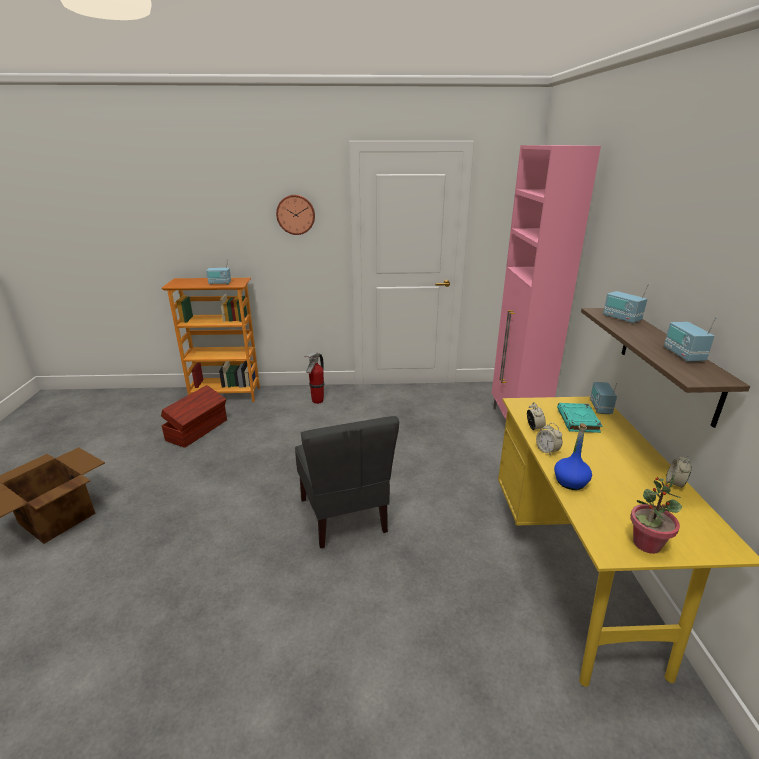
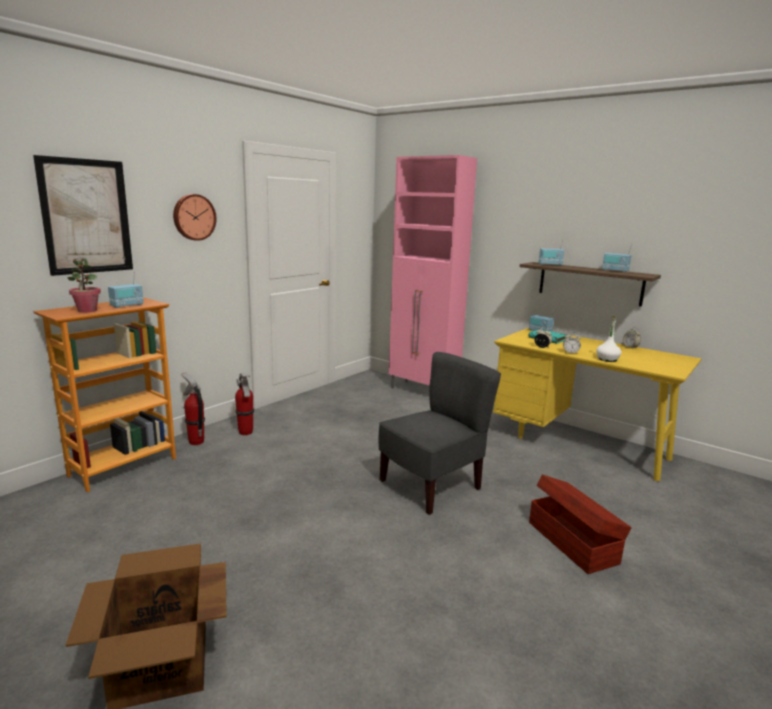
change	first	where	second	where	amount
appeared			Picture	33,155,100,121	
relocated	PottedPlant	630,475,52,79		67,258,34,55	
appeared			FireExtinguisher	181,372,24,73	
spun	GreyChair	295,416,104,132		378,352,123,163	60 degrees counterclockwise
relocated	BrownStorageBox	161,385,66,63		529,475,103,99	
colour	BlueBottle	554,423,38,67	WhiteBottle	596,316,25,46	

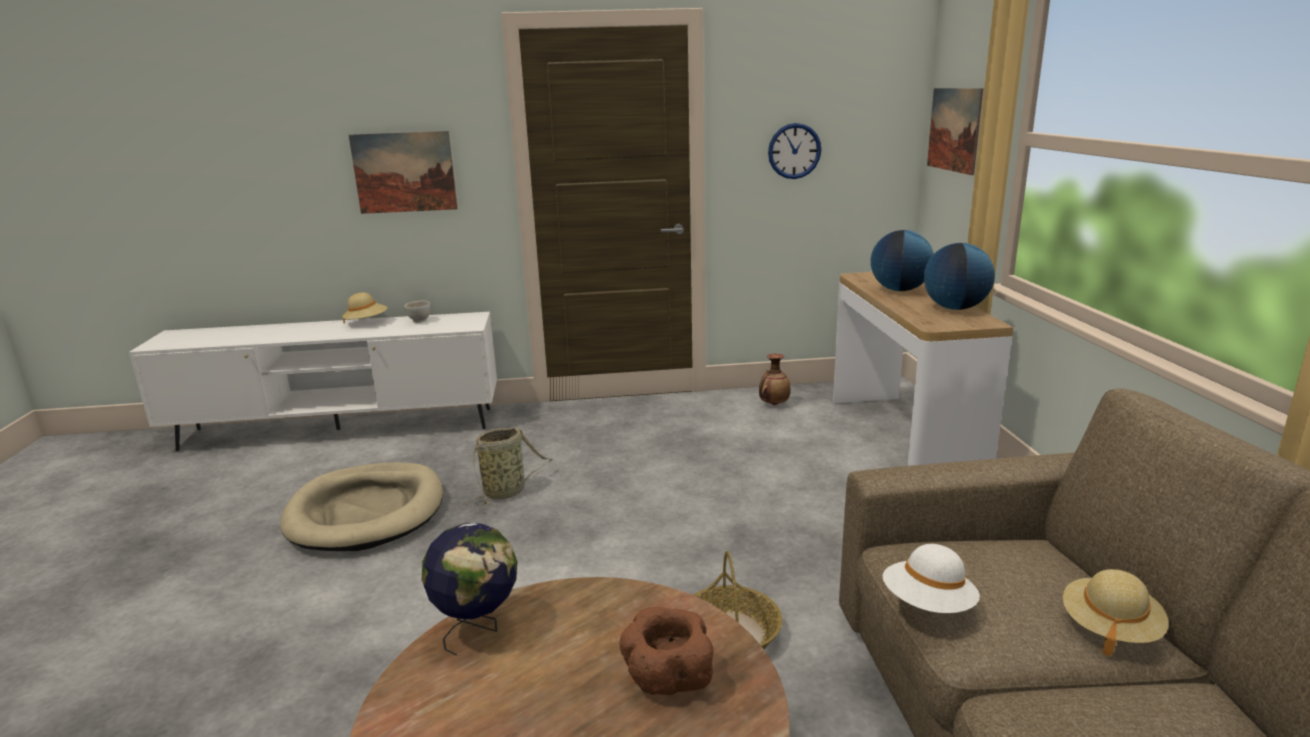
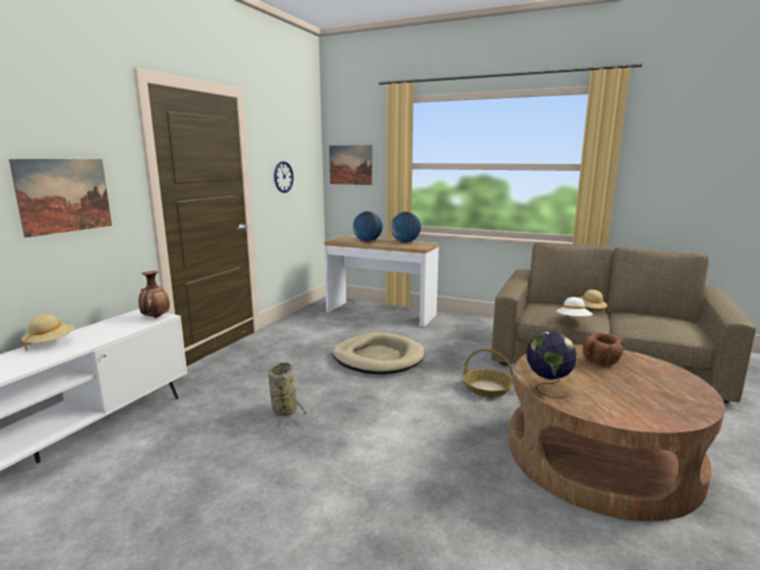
change	first	where	second	where	amount
relocated	Vase	759,354,32,51		139,271,31,47	
relocated	BeigeDogBed	280,462,163,89		332,333,92,41	
missing	WhiteBowl	405,301,25,22			

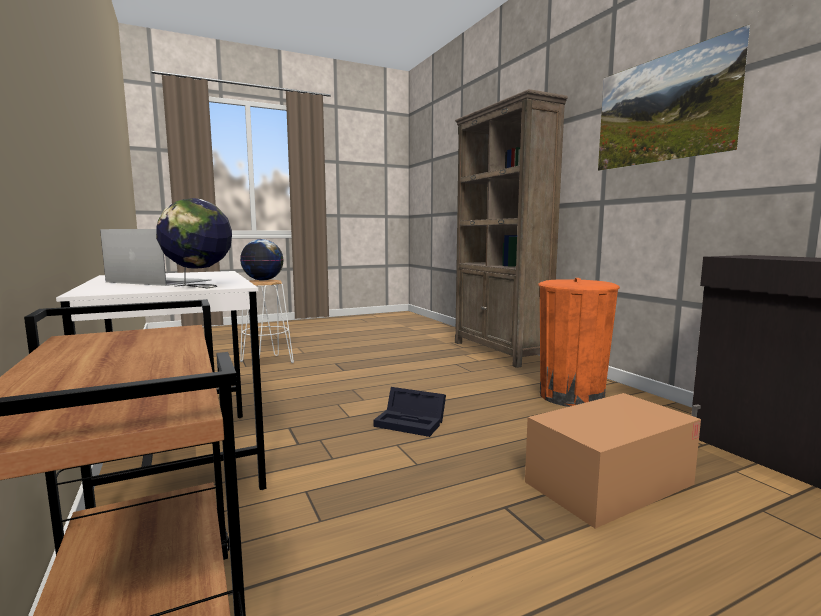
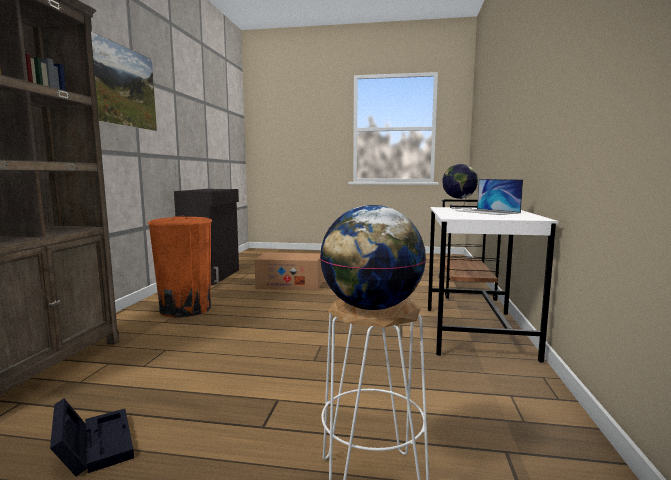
change	first	where	second	where	amount
relocated	BlackStorageBox	374,387,72,50		50,398,84,79	

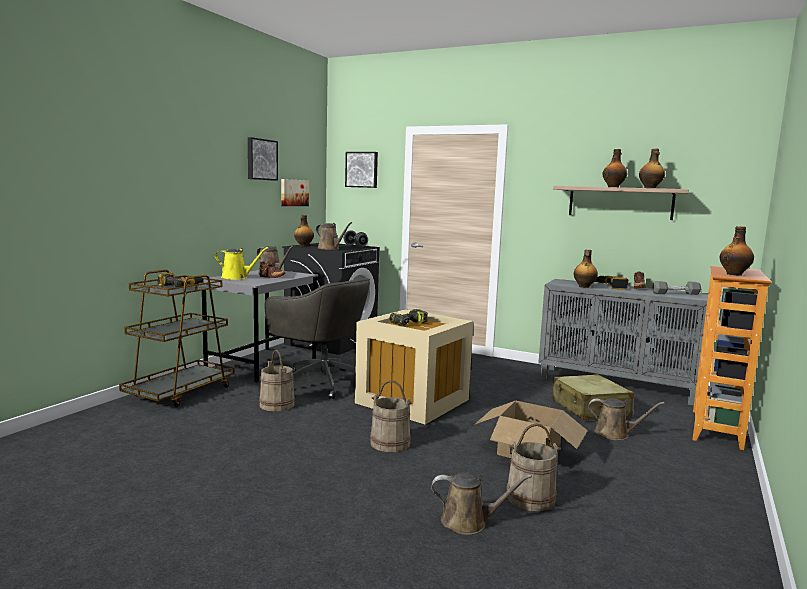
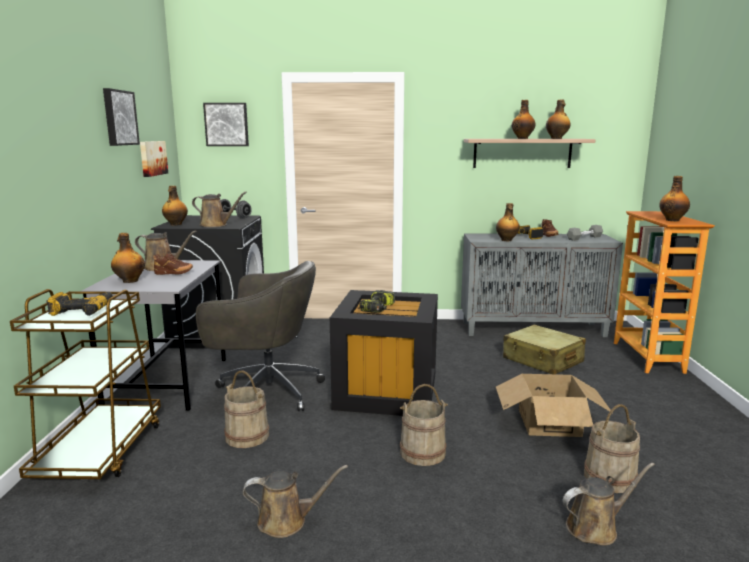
change	first	where	second	where	amount
exchanged	YellowWateringCan	215,247,53,33	Bottle	111,233,34,50	
relocated	BrownWateringCan	588,398,77,42		243,465,105,73	
colour	BeigeStorageBox	355,309,118,115	BlackStorageBox	330,290,108,126	

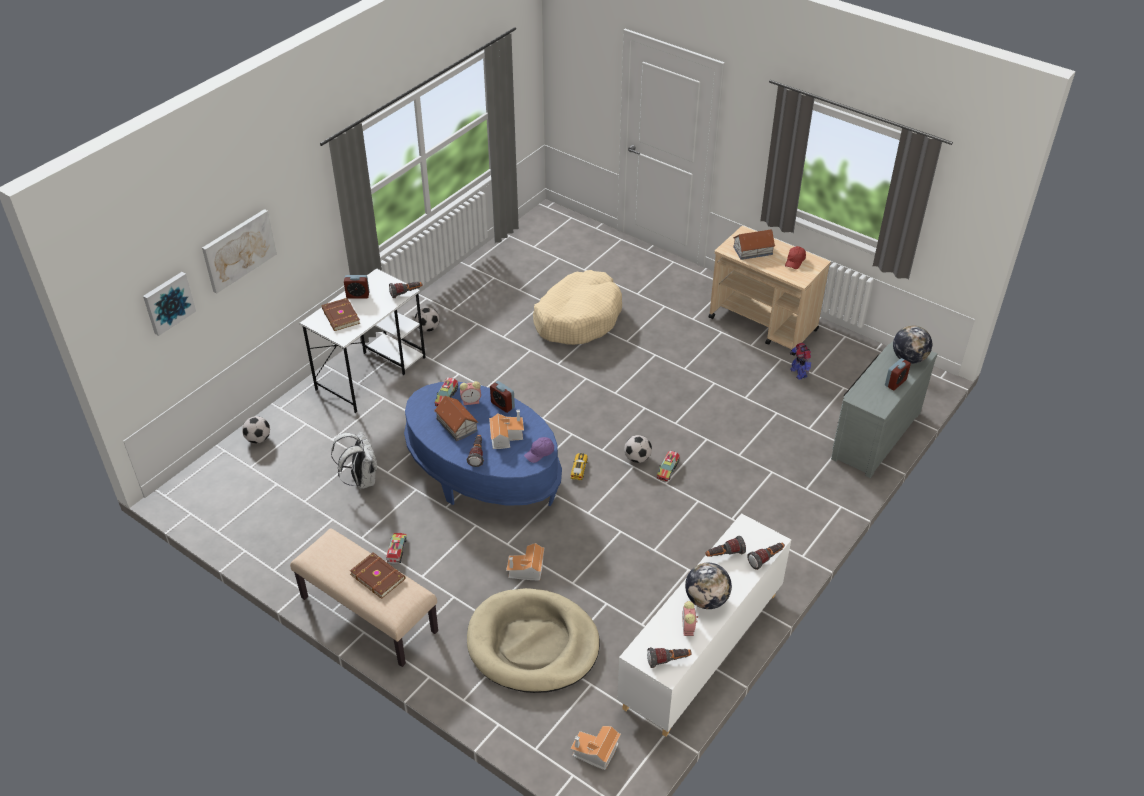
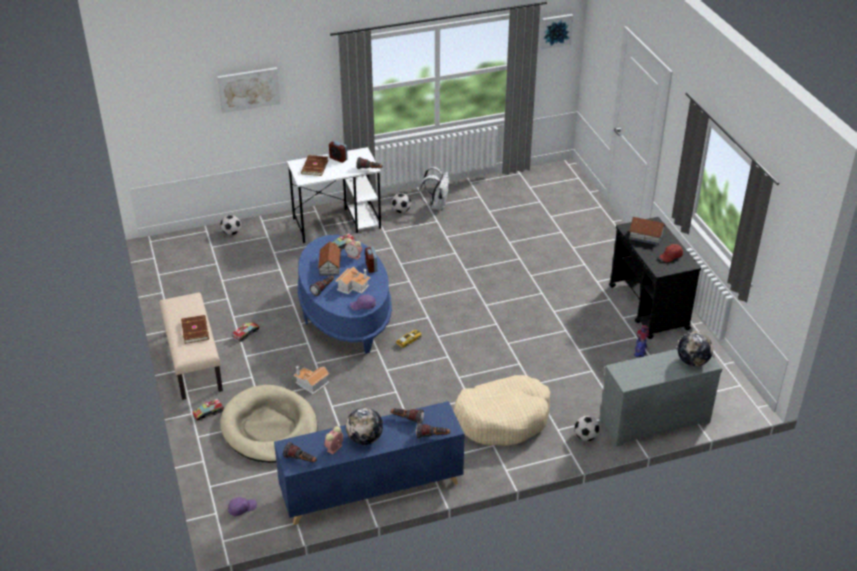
change	first	where	second	where	amount
relocated	ToyTruck	657,450,23,32		193,399,31,22	
exchanged	ToyHouse	570,726,51,44	PurpleCap	228,497,29,19	
colour	WhiteCabinet	617,513,174,224	BlueCabinet	274,401,191,124	
relocated	WhiteBackpack	331,431,46,58		419,167,31,44	
relocated	BeigeDogBed	533,270,89,75		454,375,96,71	
relocated	Picture	143,272,53,64		540,14,33,35	
relocated	Football	624,435,28,28		574,416,26,25	
colour	BeigeCart	709,226,122,130	BlackCart	609,217,92,122	
missing	AlarmClock	885,358,26,32			

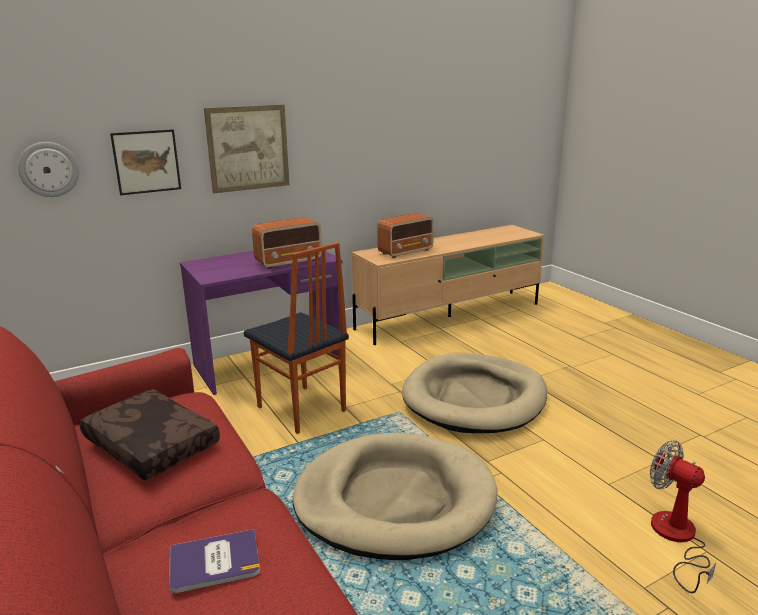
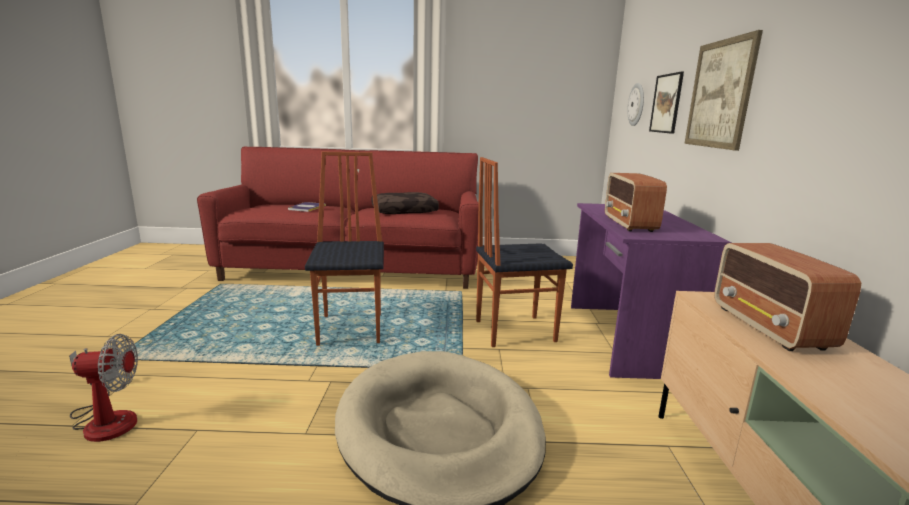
change	first	where	second	where	amount
exchanged	BeigeDogBed	293,433,205,127	Chair	305,152,79,194	

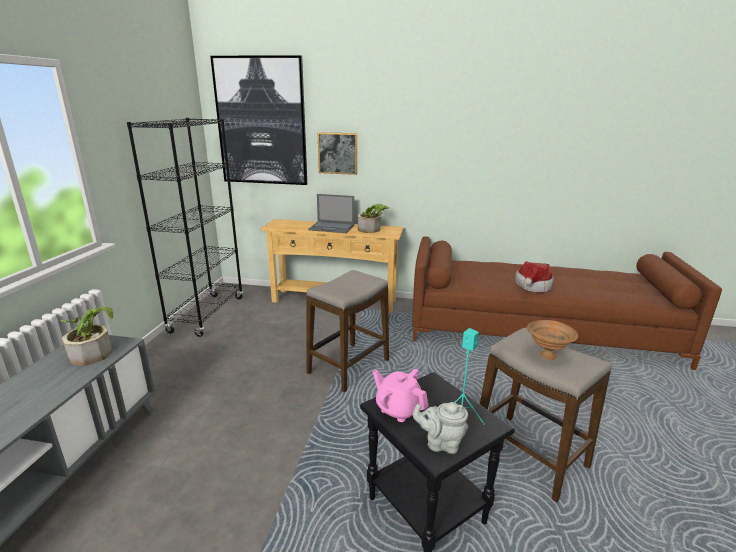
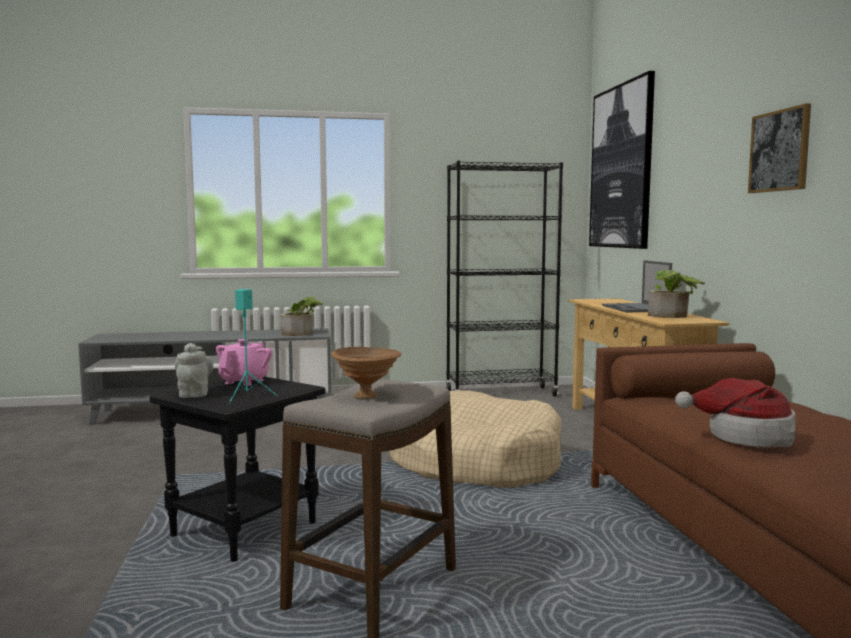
change	first	where	second	where	amount
exchanged	Stool	306,270,83,123	BeigeDogBed	389,390,172,98	
relocated	Picture	318,132,39,43		748,103,63,90	

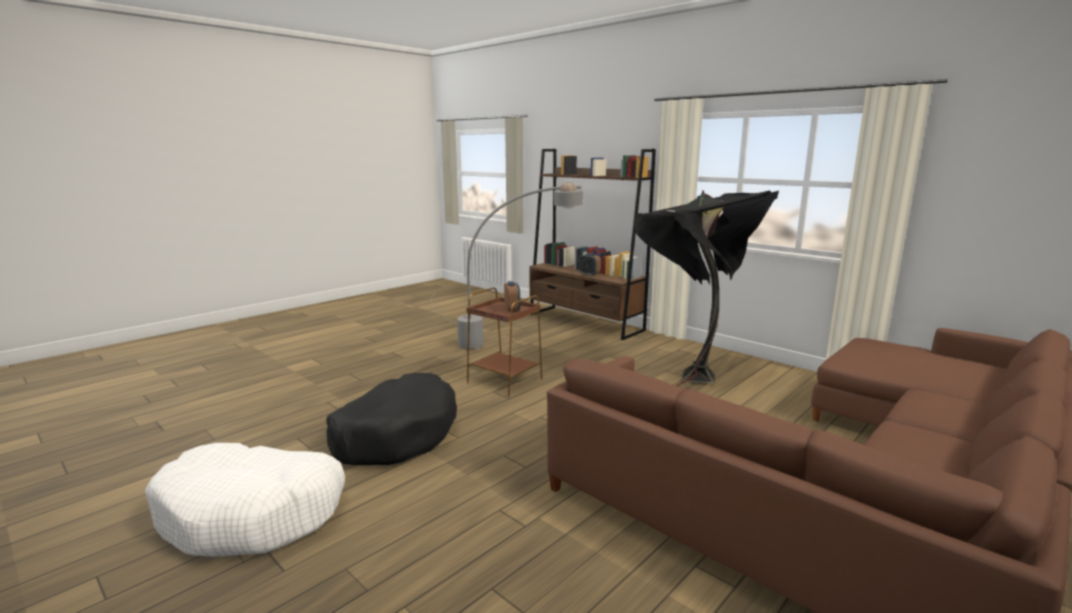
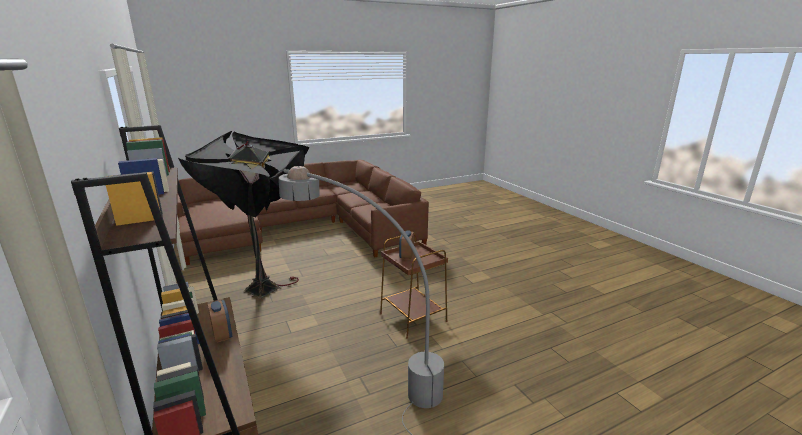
change	first	where	second	where	amount
missing	WhiteDogBed	145,443,200,114			
missing	BlackDogBed	326,373,131,92			

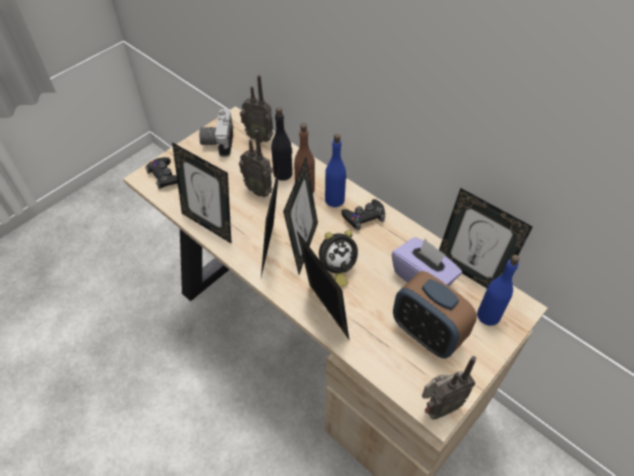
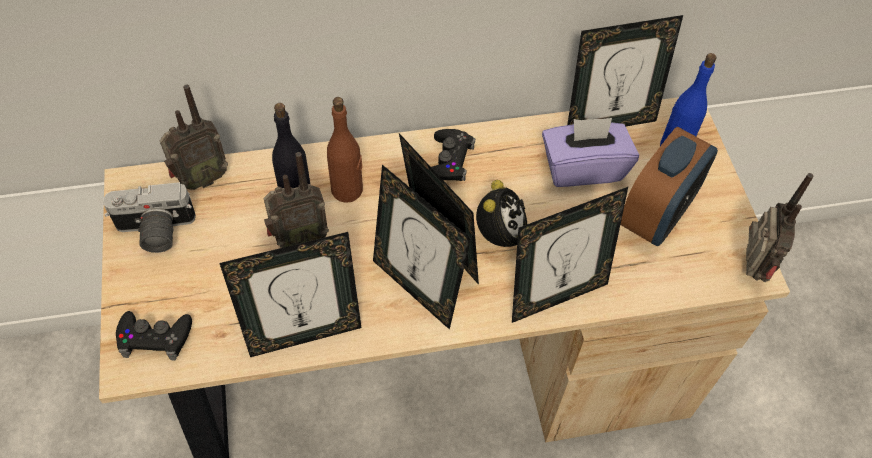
change	first	where	second	where	amount
spun	PhotoCamera	199,109,34,48		103,182,93,71	45 degrees counterclockwise
spun	PictureFrame	297,231,52,108		512,187,116,136	150 degrees clockwise
spun	AlarmClock	393,271,84,87		620,127,98,119	45 degrees counterclockwise
missing	BlueBottle	325,134,21,73			

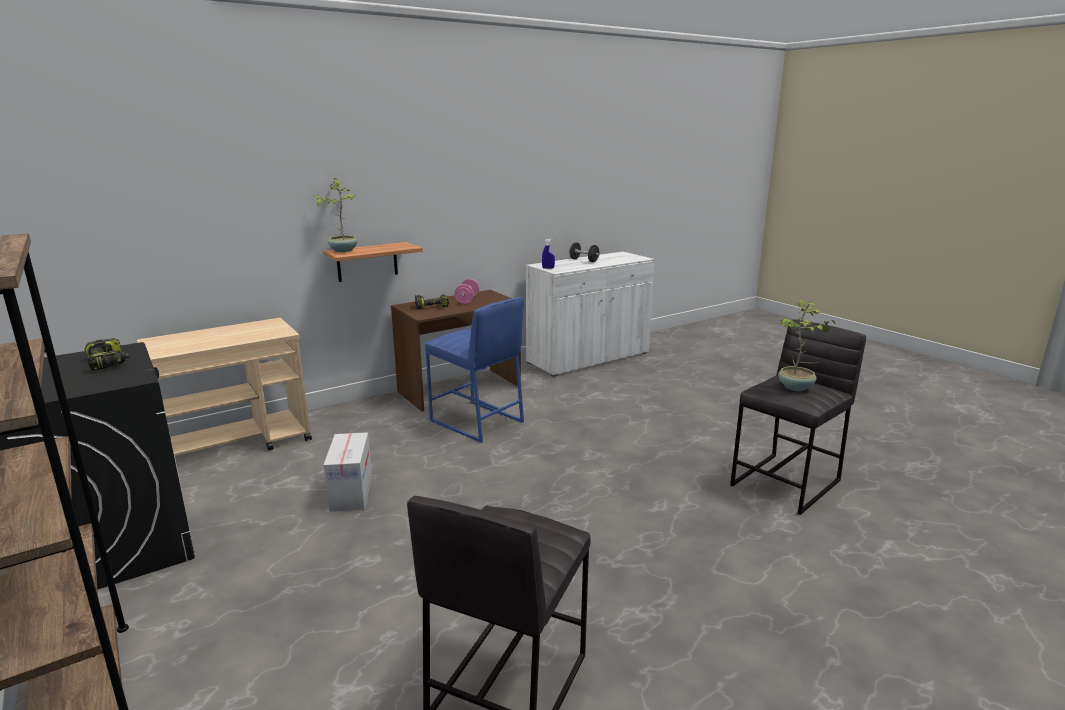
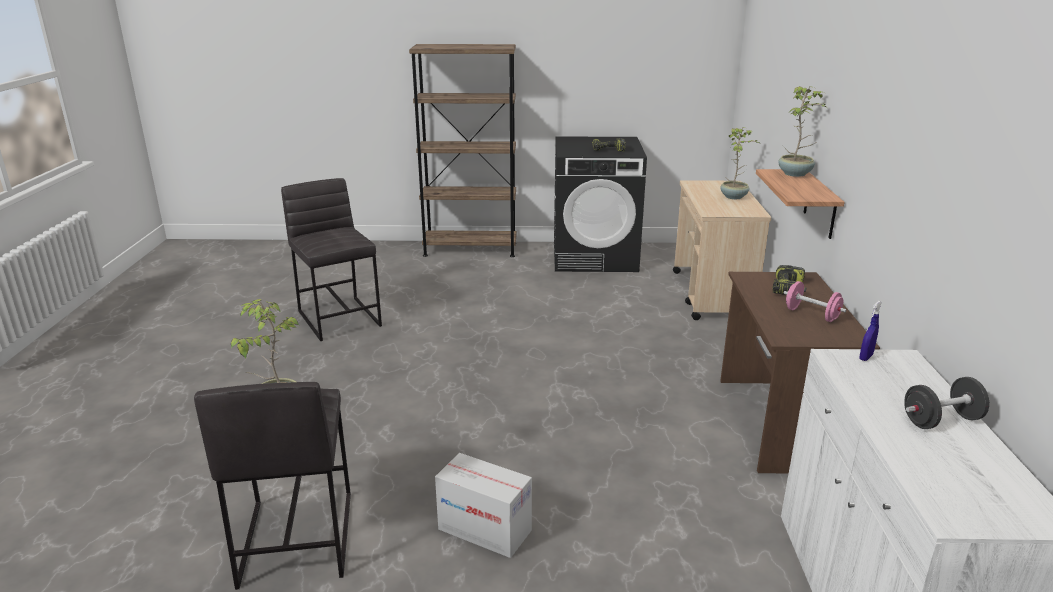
change	first	where	second	where	amount
relocated	CardboardBox	323,432,49,80		435,453,97,105	
appeared			PottedPlant	720,127,39,72	
missing	BlueStool	425,297,99,146			

